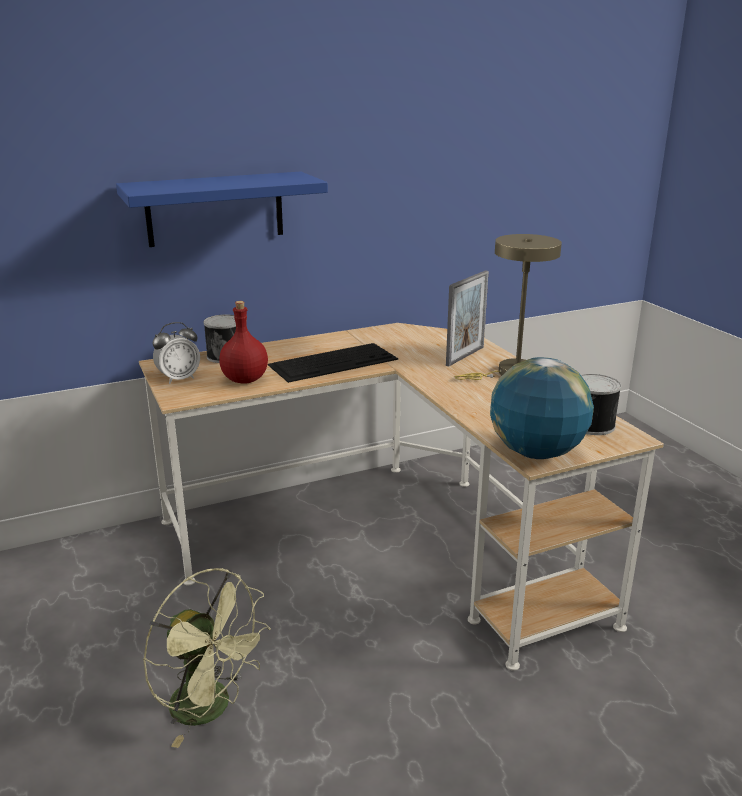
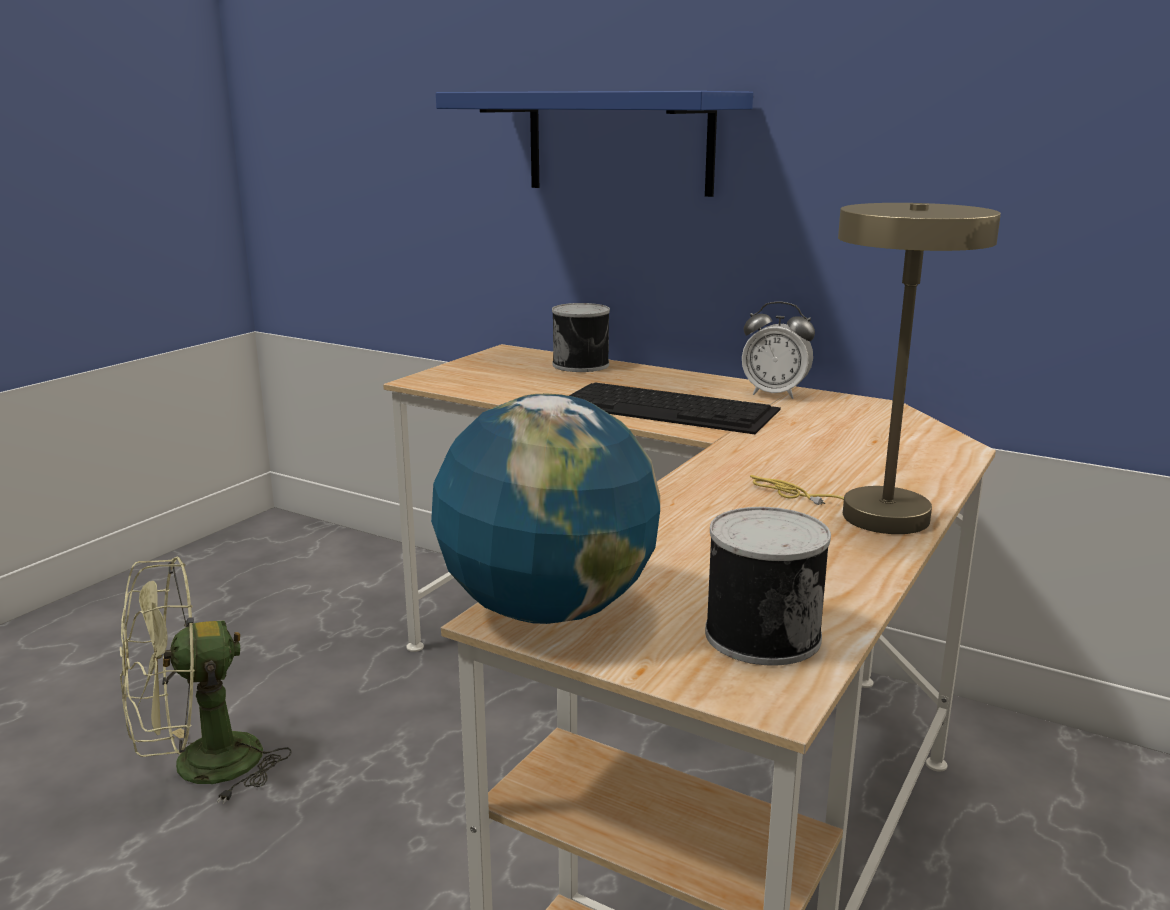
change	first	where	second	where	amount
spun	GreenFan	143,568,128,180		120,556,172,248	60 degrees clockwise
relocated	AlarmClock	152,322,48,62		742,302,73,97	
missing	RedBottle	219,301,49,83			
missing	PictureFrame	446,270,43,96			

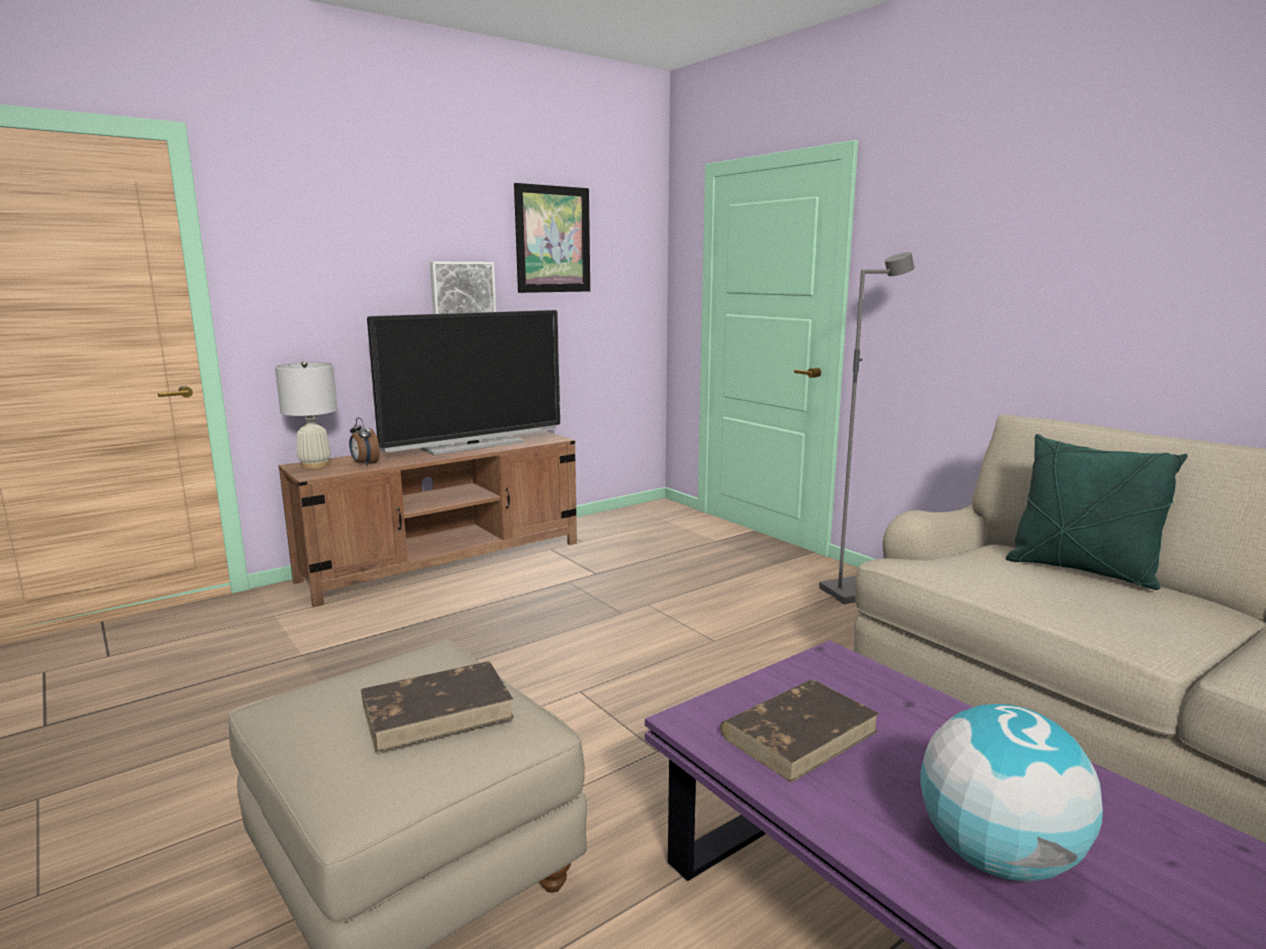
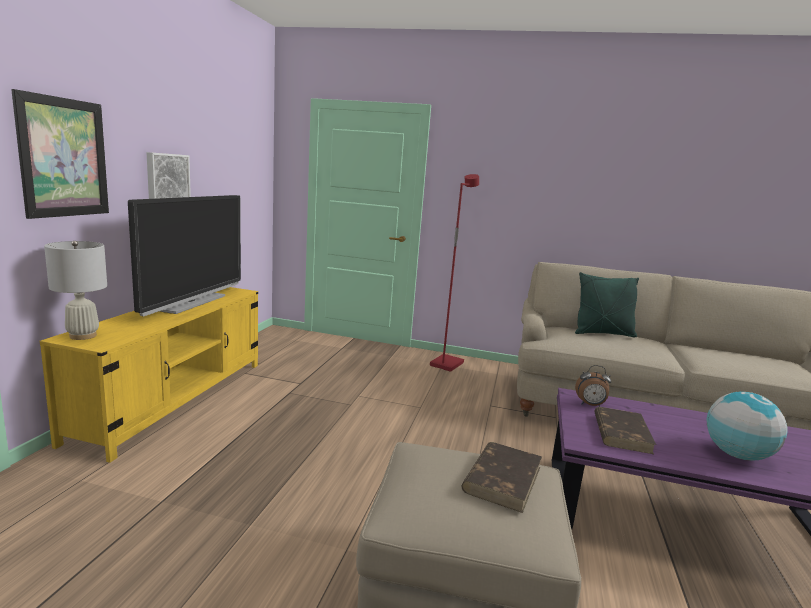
change	first	where	second	where	amount
relocated	Picture	514,183,76,110		11,89,98,130	
colour	BrownTvStand	279,431,298,176	YellowTvStand	40,287,218,176	
colour	GreyFloorLamp	819,252,96,352	RedFloorLamp	430,174,49,198	
relocated	AlarmClock	349,418,31,48		575,365,36,42	

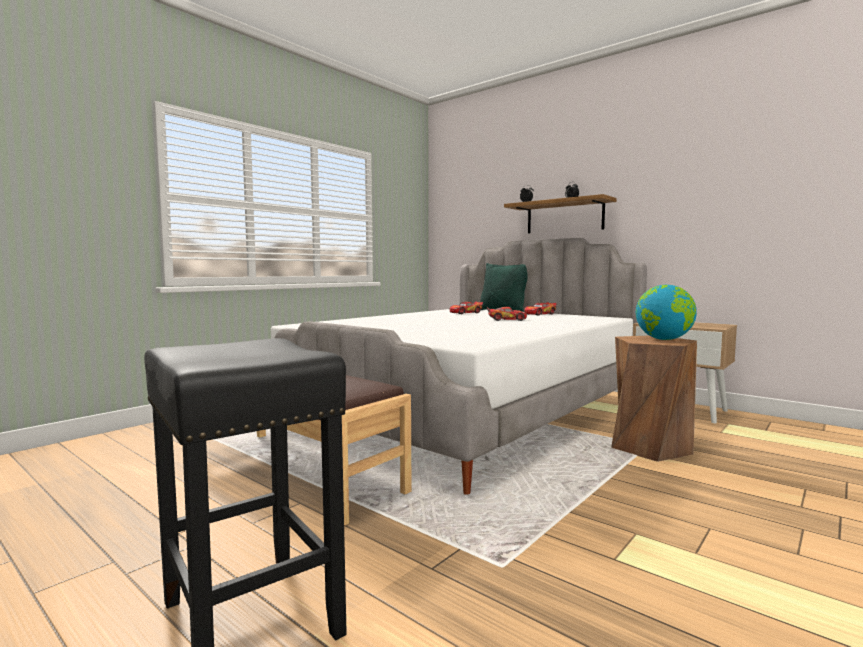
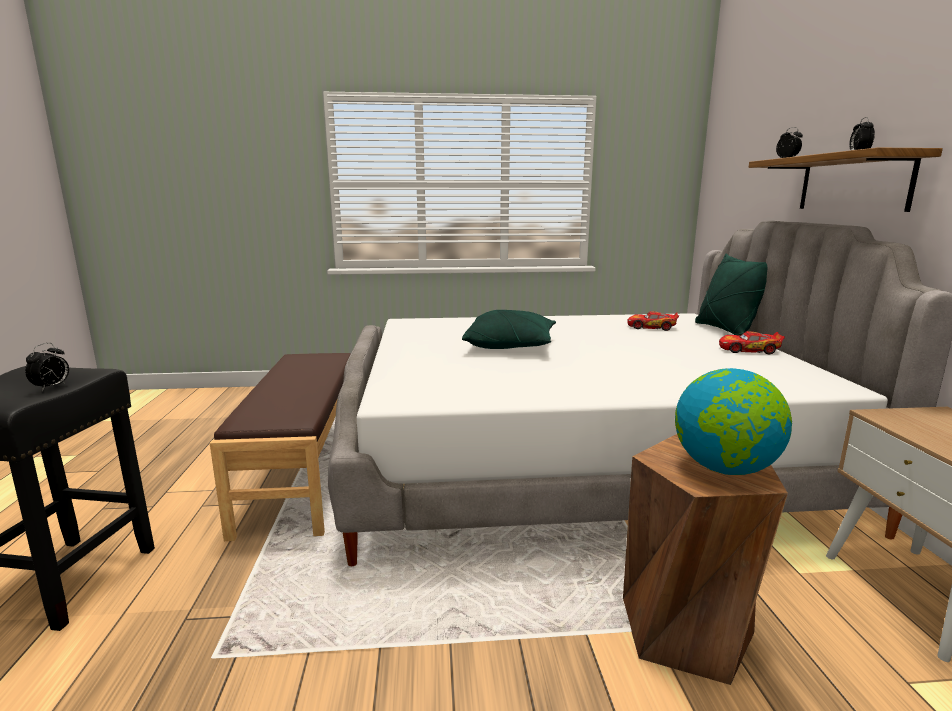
change	first	where	second	where	amount
appeared			AlarmClock	25,343,44,48	
appeared			GreenPillow	462,310,94,39	
missing	ToyCar	487,307,40,14			

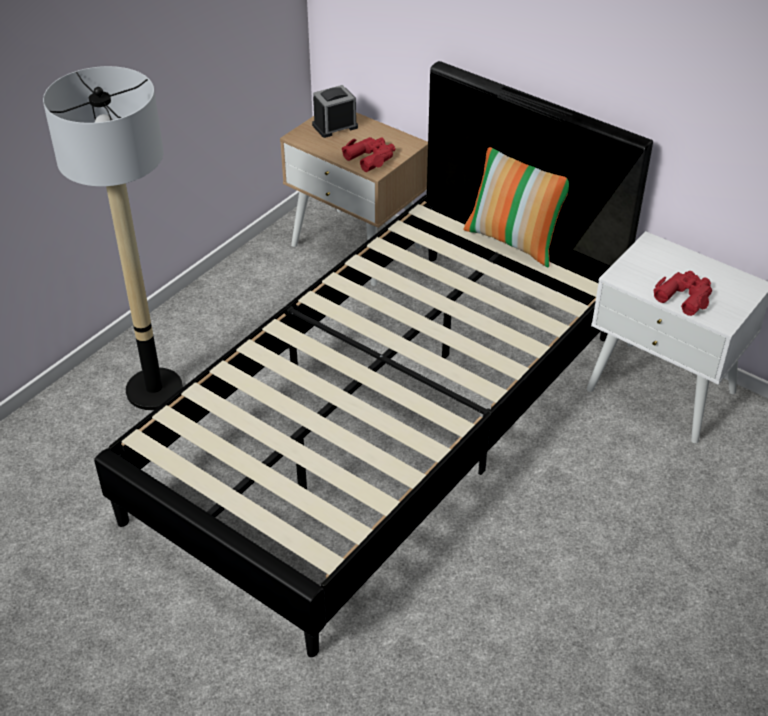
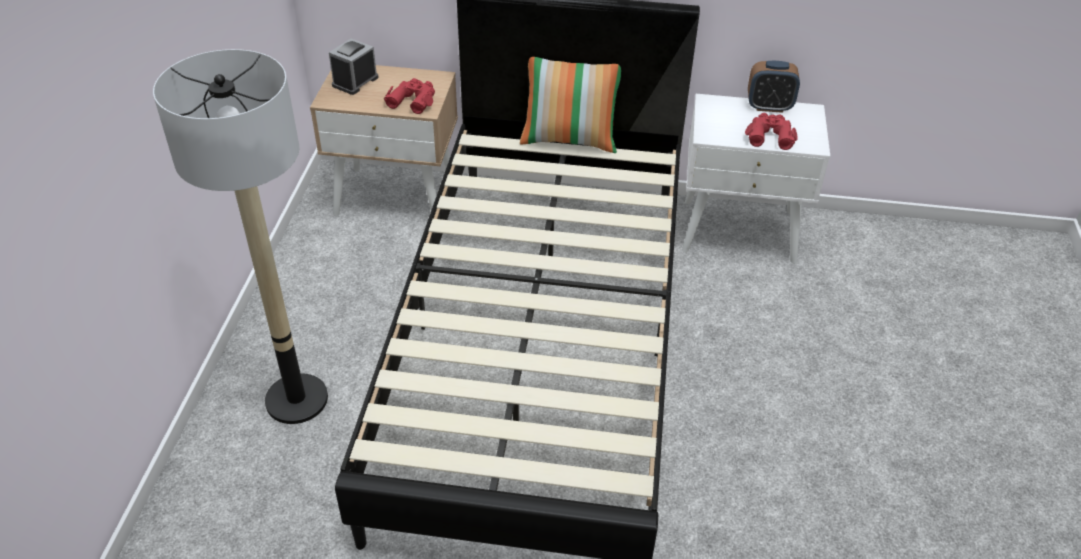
change	first	where	second	where	amount
appeared			AlarmClock	748,61,52,52	

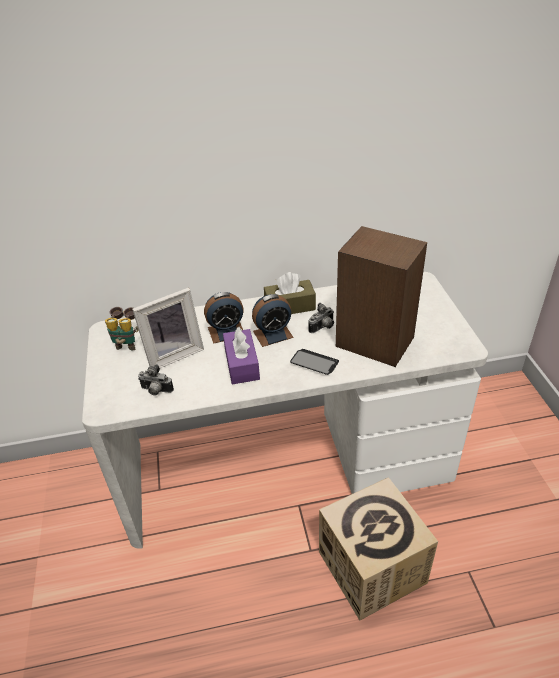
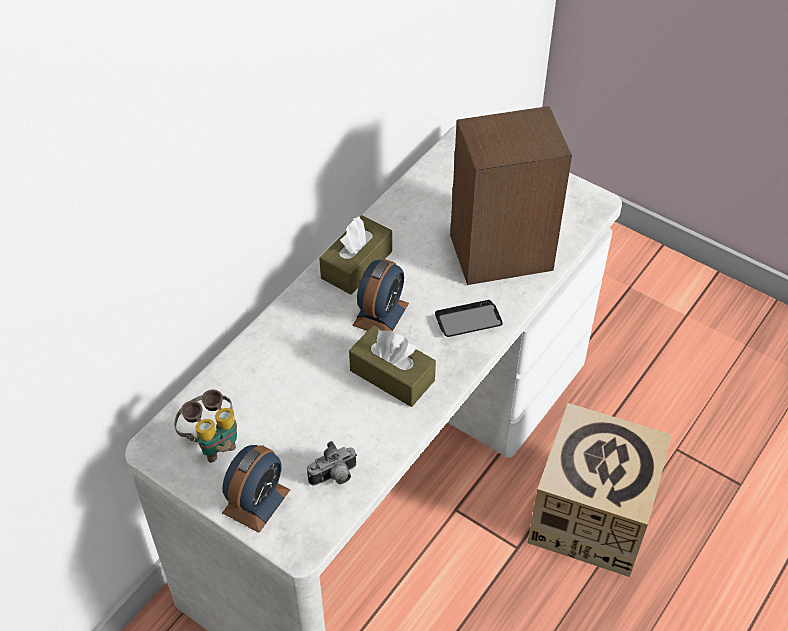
change	first	where	second	where	amount
relocated	AlarmClock	204,292,40,52		222,445,68,88	
colour	PurpleTissueBox	223,327,37,57	BrownTissueBox	349,325,87,82	
missing	PictureFrame	132,288,72,80			
missing	PhotoCamera	308,302,26,31			

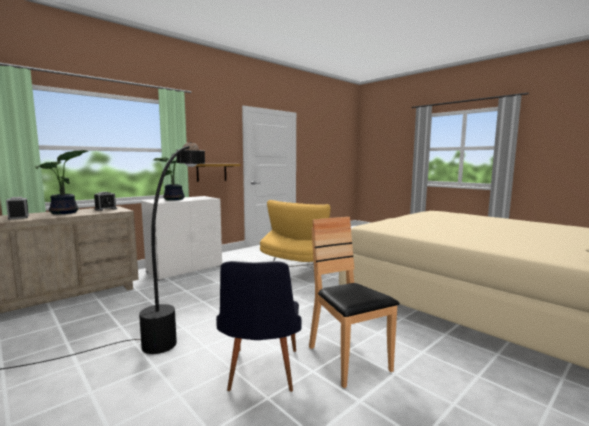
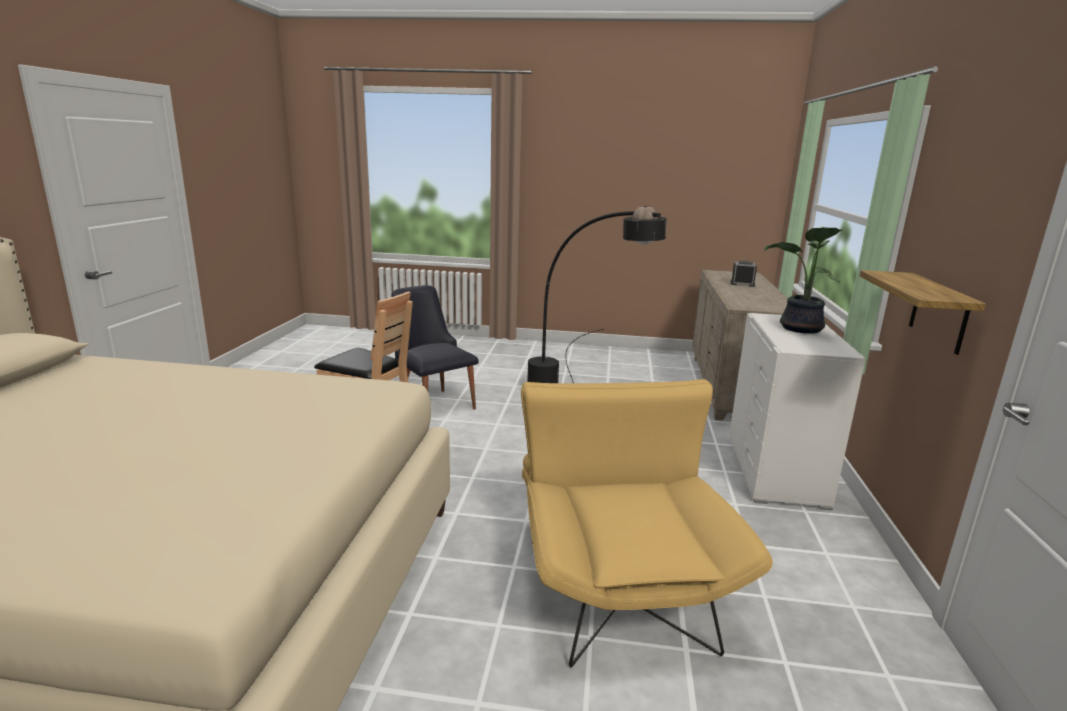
change	first	where	second	where	amount
missing	PottedPlant	35,150,53,64			
missing	AlarmClock	94,192,23,19			

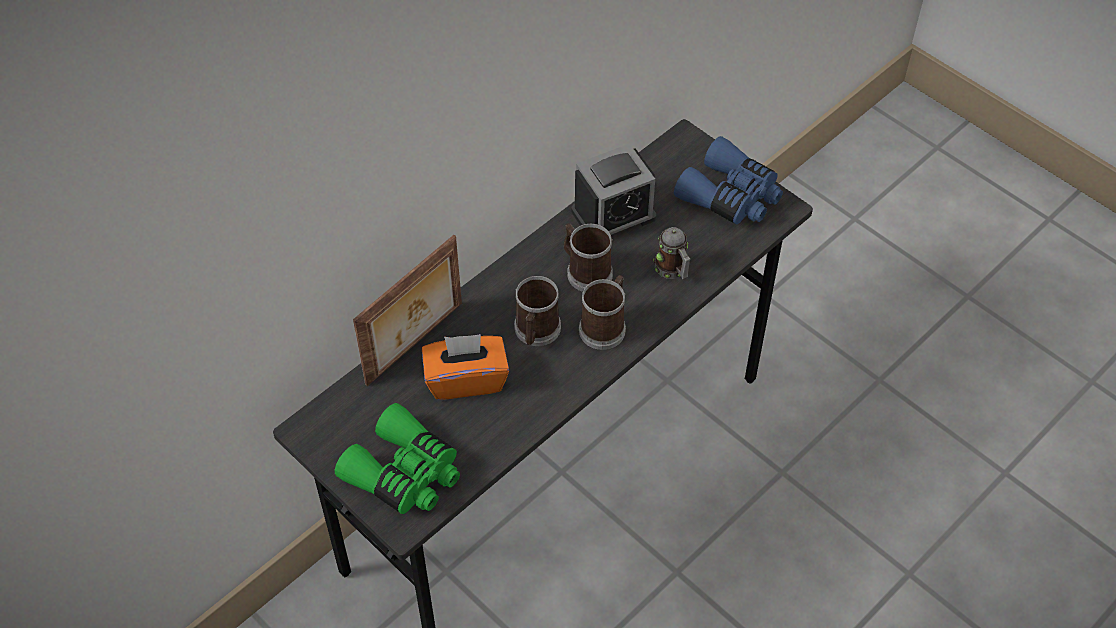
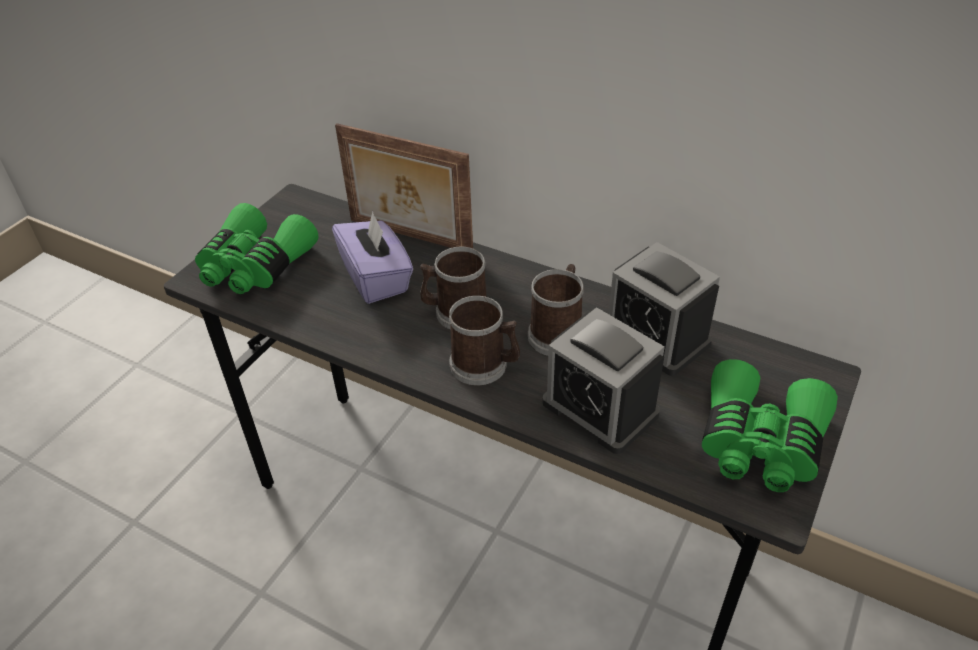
change	first	where	second	where	amount
colour	OrangeTissueBox	422,334,87,66	PurpleTissueBox	332,211,81,93	
exchanged	Mug	653,227,38,52	AlarmClock	542,307,123,147	
colour	BlueBinoculars	674,136,109,89	GreenBinoculars	702,359,136,133	

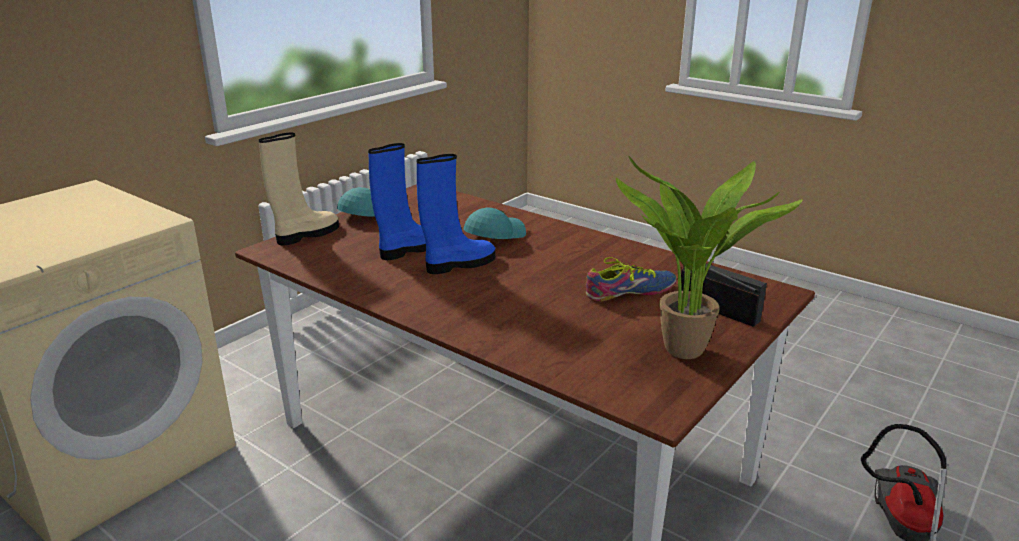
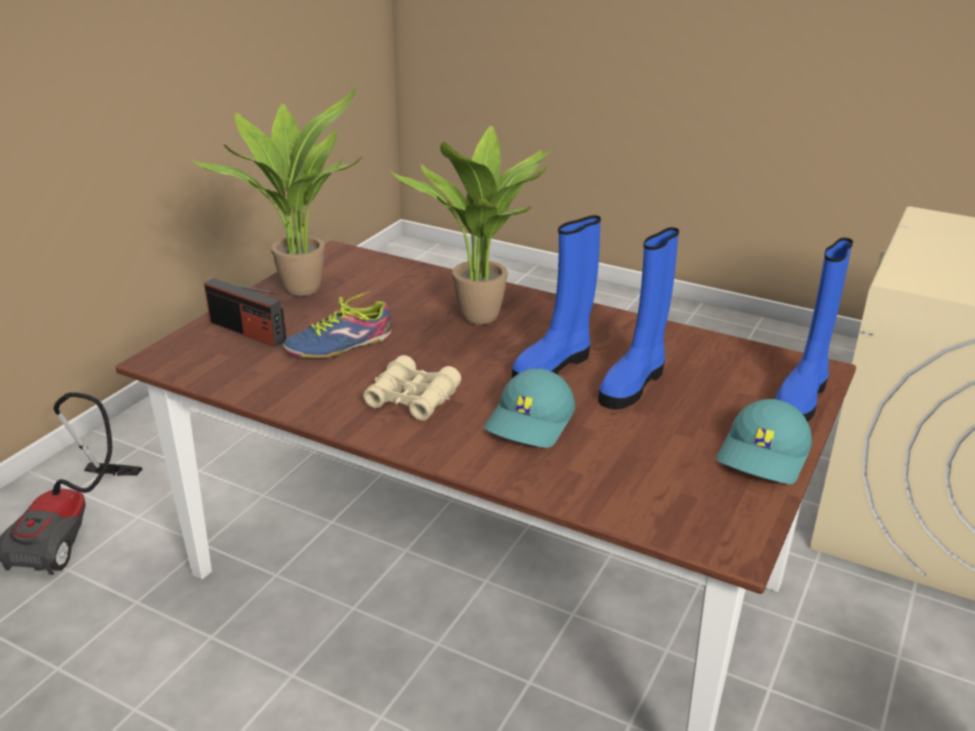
change	first	where	second	where	amount
appeared			BeigeBinoculars	363,355,98,66	
appeared			PottedPlant	390,126,165,199	
colour	BeigeBoot	259,132,80,114	BlueBoot	775,238,78,184	

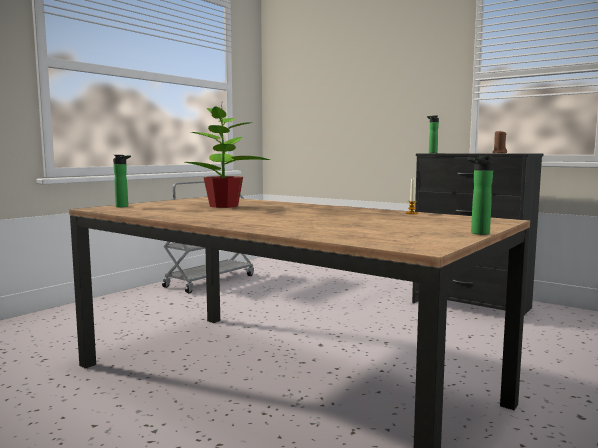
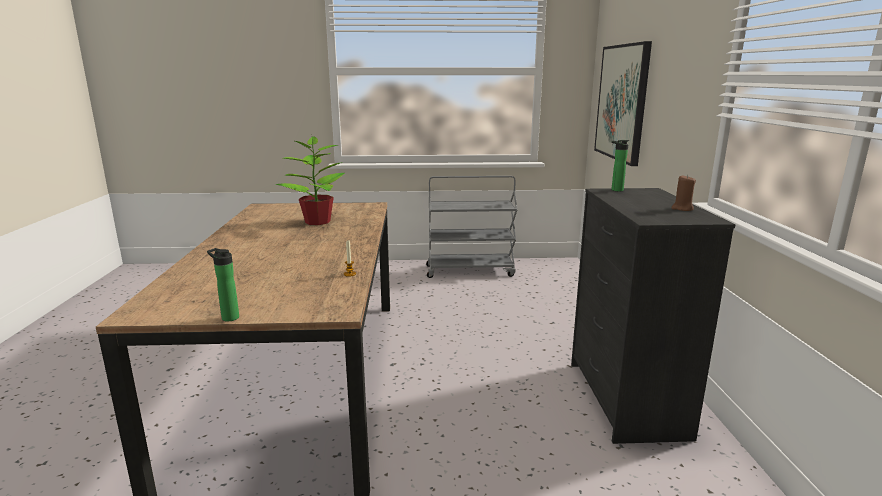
change	first	where	second	where	amount
appeared			Picture	594,41,58,125	
missing	Bottle	113,155,18,52			

